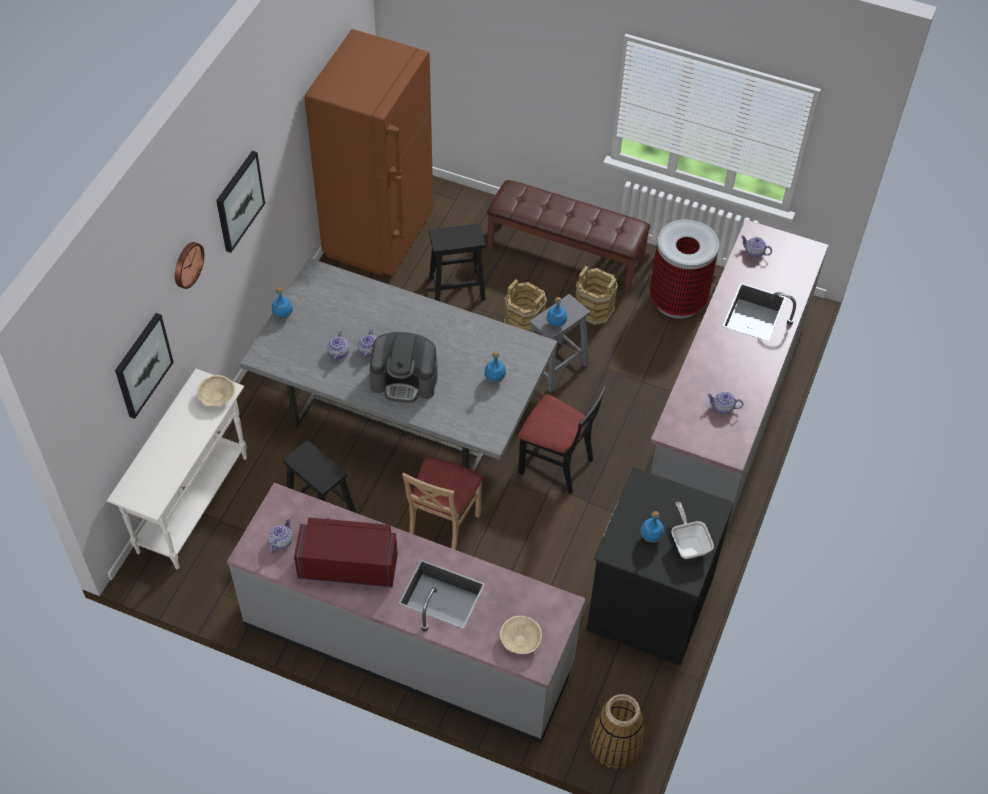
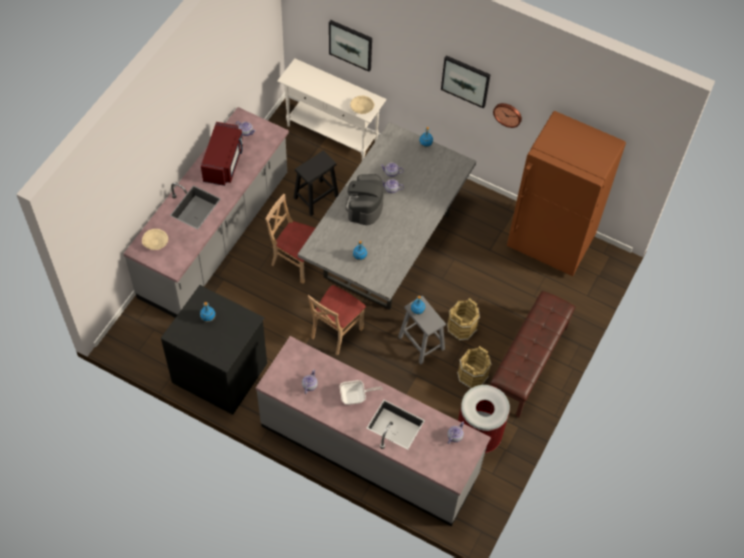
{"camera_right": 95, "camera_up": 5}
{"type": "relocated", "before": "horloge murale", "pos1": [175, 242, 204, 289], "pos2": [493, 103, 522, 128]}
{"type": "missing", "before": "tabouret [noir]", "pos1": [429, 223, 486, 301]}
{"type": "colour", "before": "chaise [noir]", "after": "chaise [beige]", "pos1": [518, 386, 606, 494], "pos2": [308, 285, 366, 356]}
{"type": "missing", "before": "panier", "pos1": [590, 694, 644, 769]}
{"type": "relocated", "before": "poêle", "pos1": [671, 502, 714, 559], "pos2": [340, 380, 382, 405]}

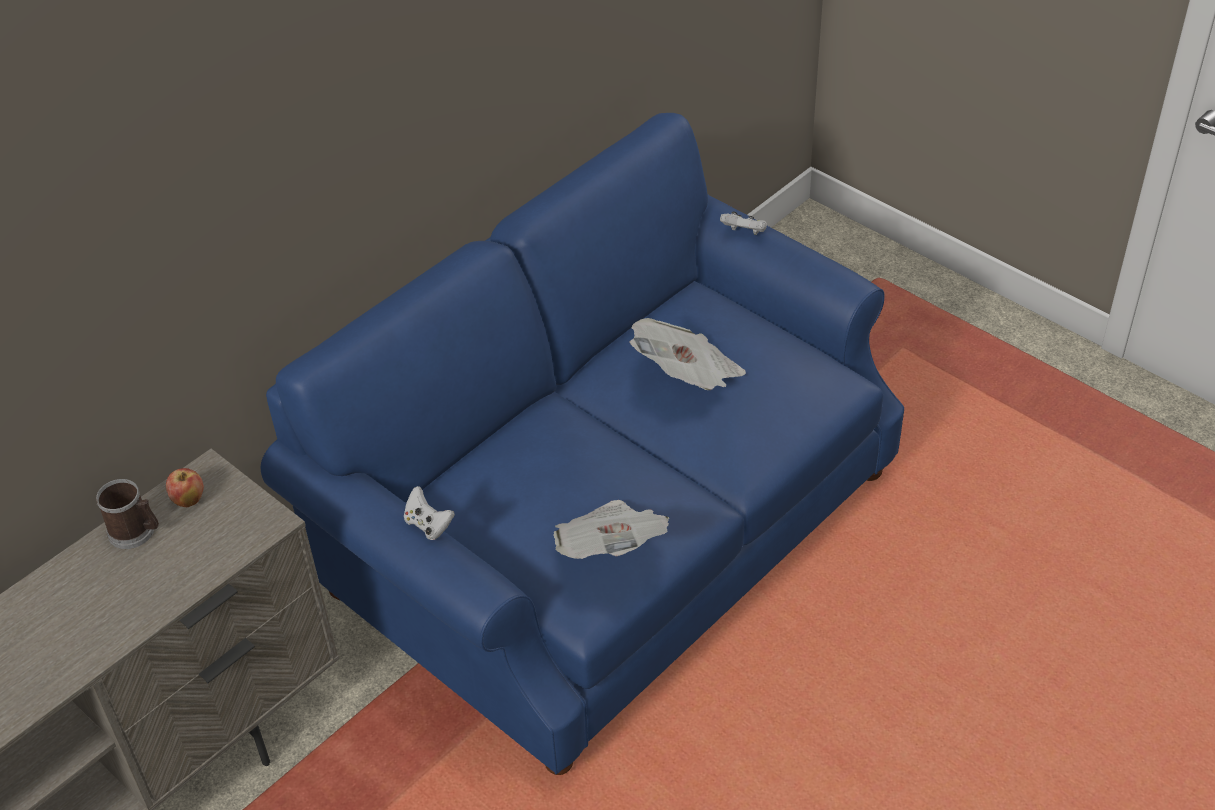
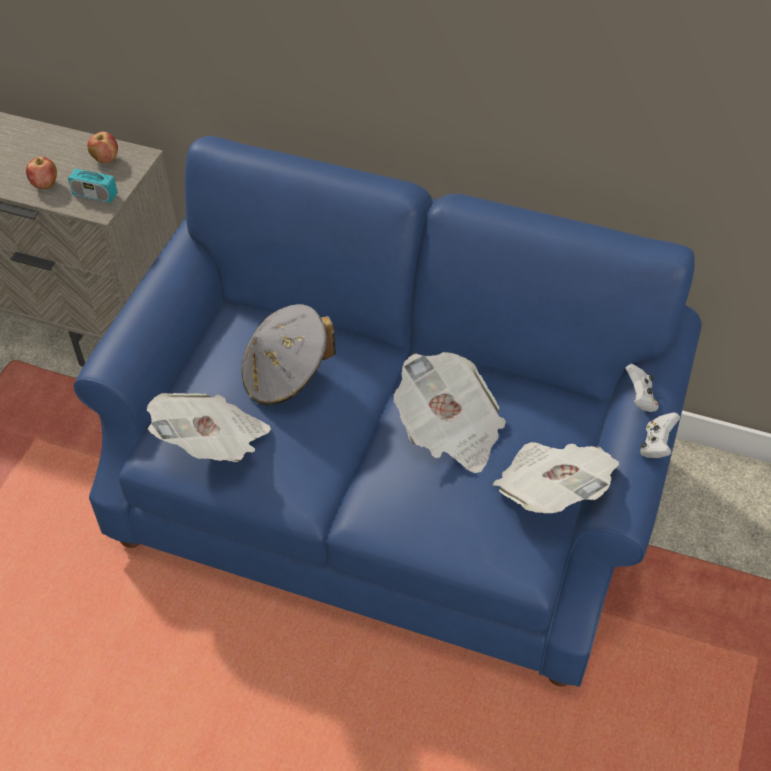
{"camera_right": 65, "camera_up": 5}
{"type": "missing", "before": "mug", "pos1": [96, 479, 159, 549]}
{"type": "relocated", "before": "manette [blanc]", "pos1": [404, 486, 455, 540], "pos2": [640, 412, 680, 458]}
{"type": "appeared", "after": "pomme", "pos2": [26, 157, 57, 189]}
{"type": "appeared", "after": "radio", "pos2": [68, 141, 118, 203]}
{"type": "appeared", "after": "chapeau [gris]", "pos2": [242, 304, 336, 405]}
{"type": "appeared", "after": "journal", "pos2": [493, 442, 619, 513]}

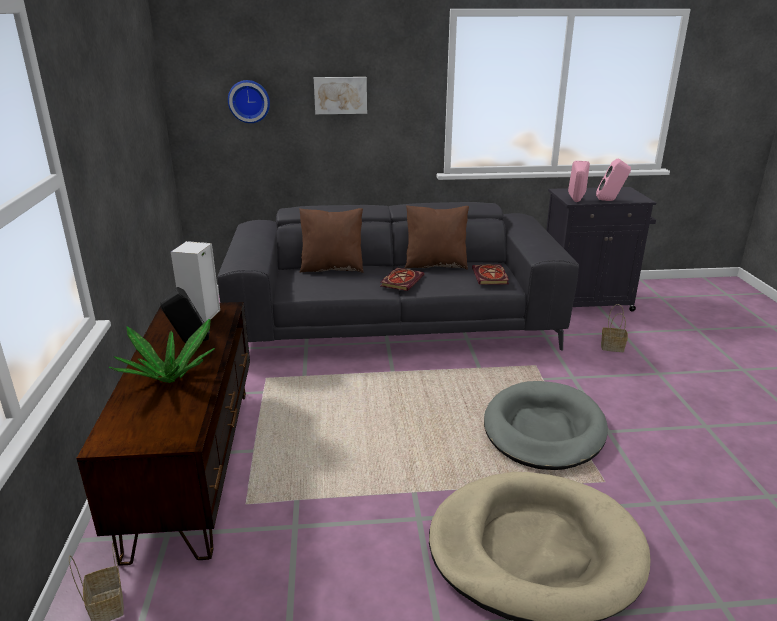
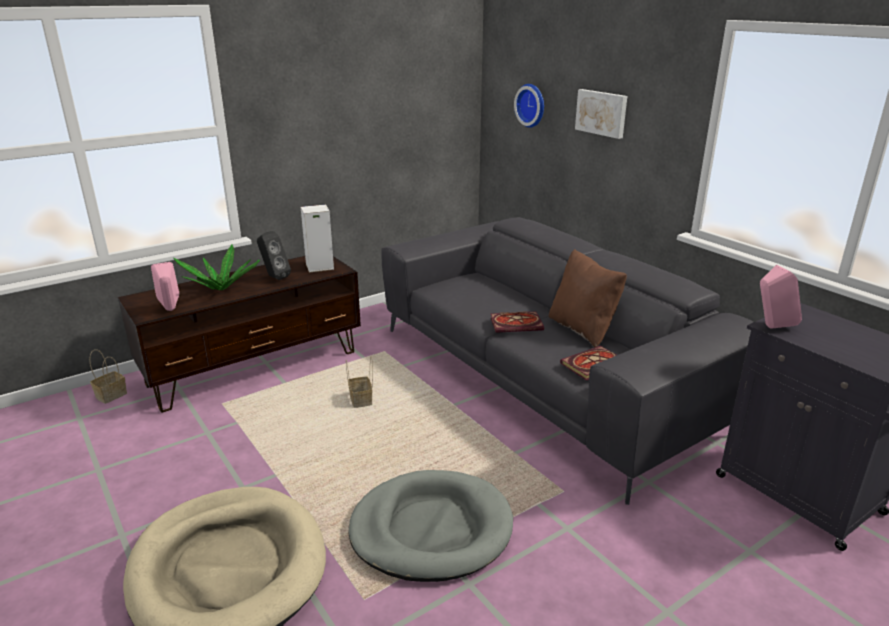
{"camera_right": 60, "camera_up": 0}
{"type": "missing", "before": "coussin [marron]", "pos1": [299, 208, 364, 273]}
{"type": "relocated", "before": "enceinte [rose]", "pos1": [596, 159, 631, 201], "pos2": [151, 262, 179, 311]}
{"type": "relocated", "before": "panier", "pos1": [601, 304, 628, 352], "pos2": [346, 356, 373, 408]}

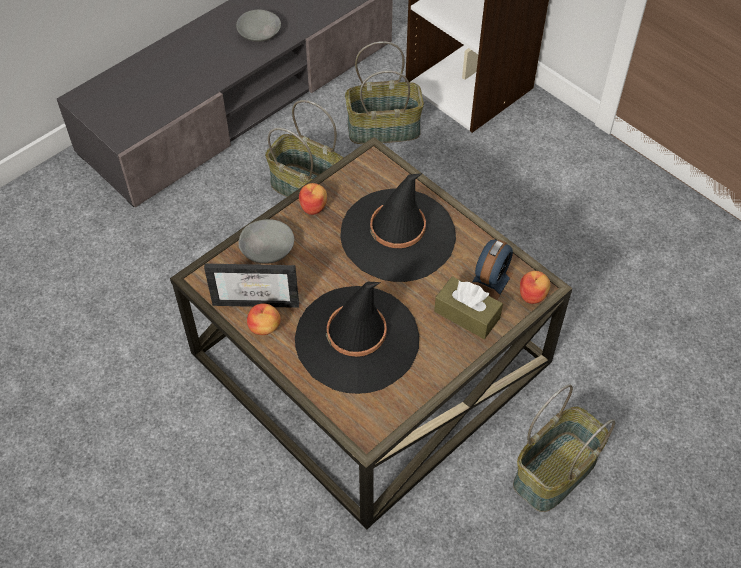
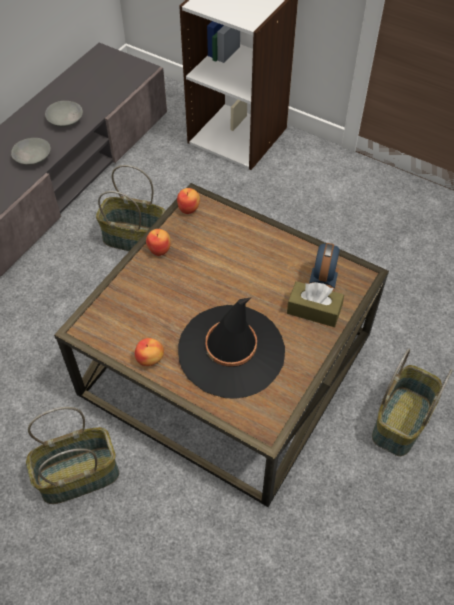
{"camera_right": -15, "camera_up": 0}
{"type": "missing", "before": "cadre photo", "pos1": [204, 263, 299, 308]}
{"type": "relocated", "before": "bol [gris]", "pos1": [238, 219, 294, 264], "pos2": [11, 138, 51, 165]}
{"type": "missing", "before": "chapeau [noir]", "pos1": [340, 173, 456, 282]}
{"type": "relocated", "before": "panier", "pos1": [345, 41, 424, 144], "pos2": [26, 407, 119, 504]}
{"type": "relocated", "before": "pomme", "pos1": [520, 271, 550, 304], "pos2": [177, 188, 200, 214]}

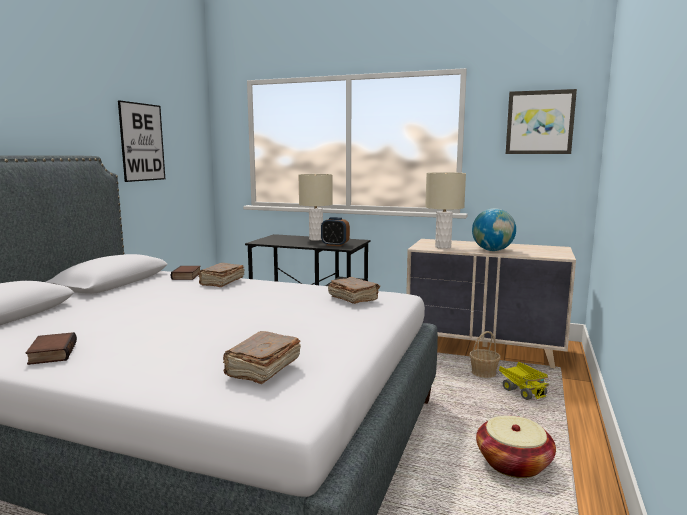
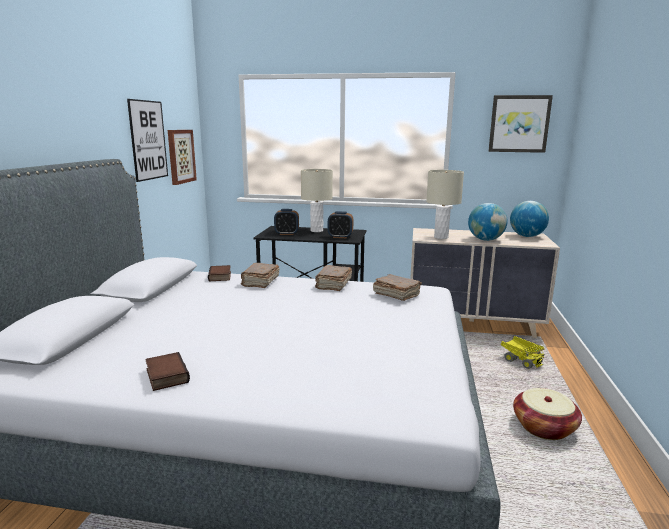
{"camera_right": -10, "camera_up": 5}
{"type": "relocated", "before": "livre [marron]", "pos1": [223, 331, 301, 384], "pos2": [315, 265, 352, 291]}
{"type": "missing", "before": "panier", "pos1": [469, 331, 501, 378]}
{"type": "appeared", "after": "tableau", "pos2": [168, 130, 197, 185]}
{"type": "appeared", "after": "réveil", "pos2": [274, 209, 299, 235]}
{"type": "appeared", "after": "globe", "pos2": [510, 201, 549, 237]}

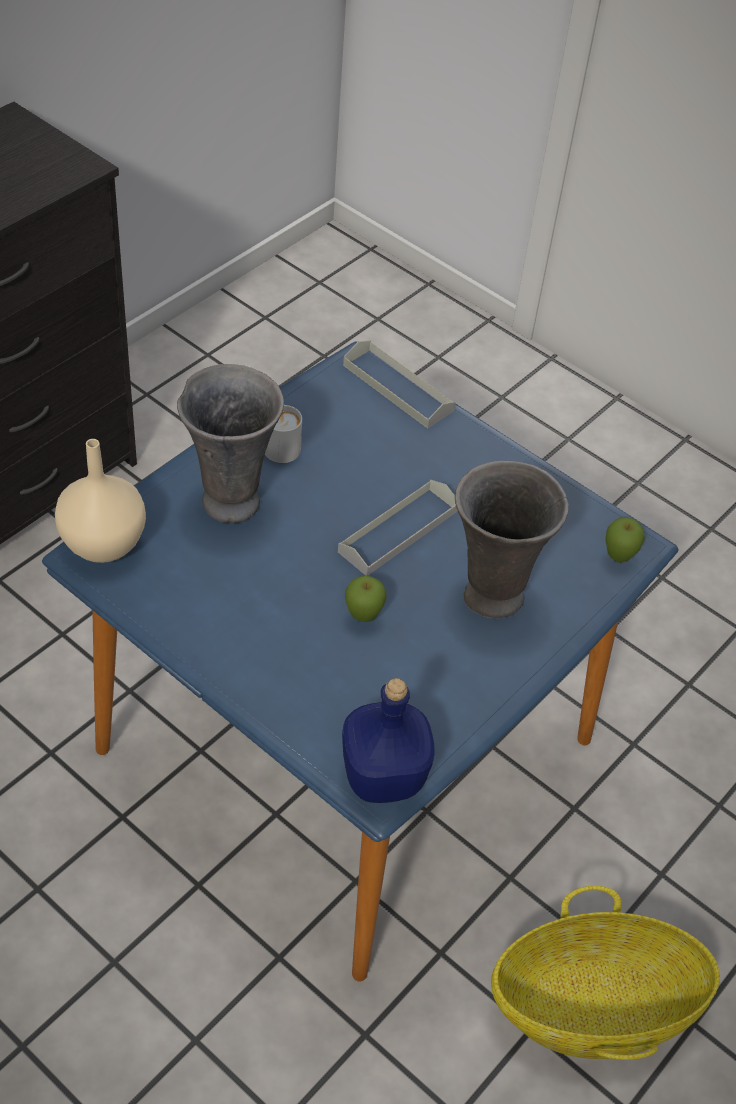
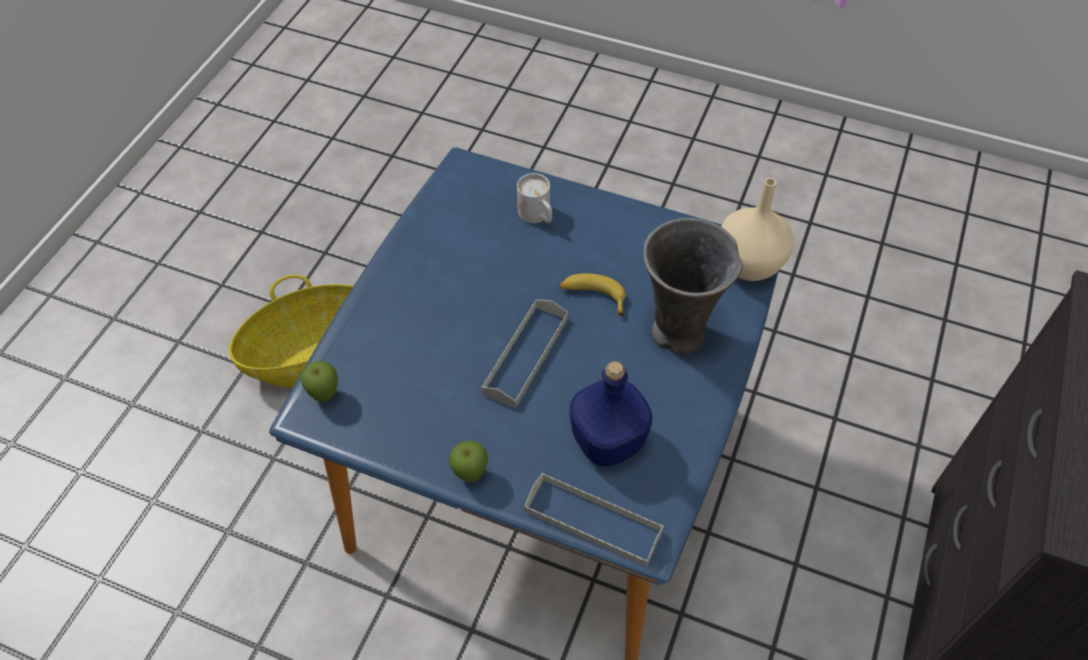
{"camera_right": 165, "camera_up": 5}
{"type": "relocated", "before": "mug [blanc]", "pos1": [265, 405, 302, 463], "pos2": [517, 173, 552, 223]}
{"type": "relocated", "before": "bouteille [bleu]", "pos1": [342, 678, 435, 803], "pos2": [569, 361, 653, 467]}
{"type": "relocated", "before": "pomme", "pos1": [345, 576, 387, 622], "pos2": [449, 441, 488, 482]}
{"type": "missing", "before": "vase [gris]", "pos1": [455, 461, 569, 618]}
{"type": "appeared", "after": "banane", "pos2": [559, 273, 626, 316]}

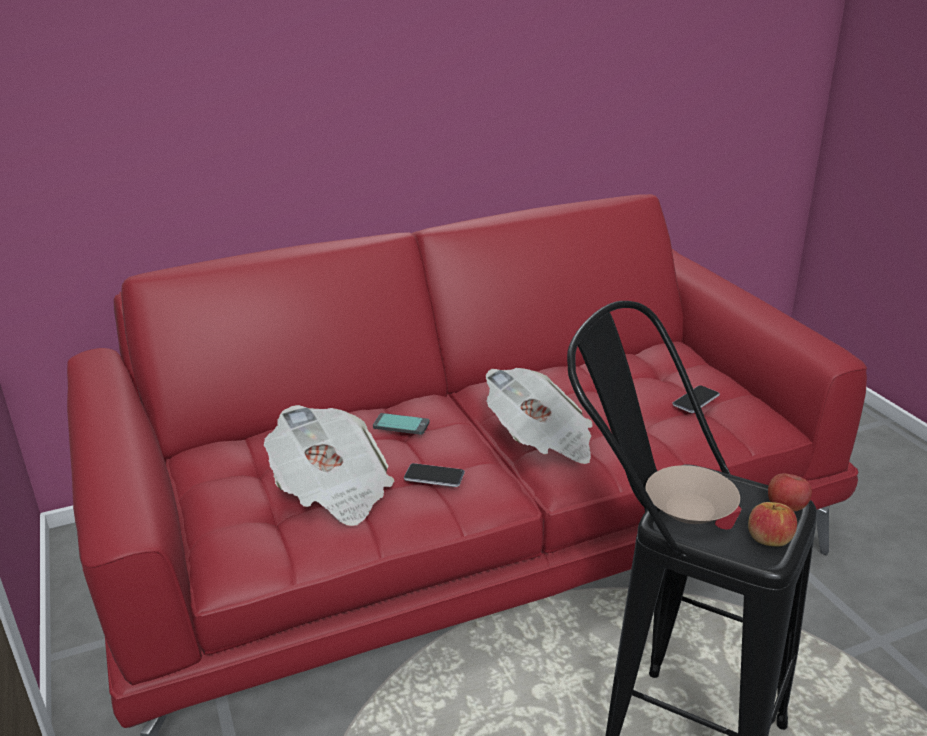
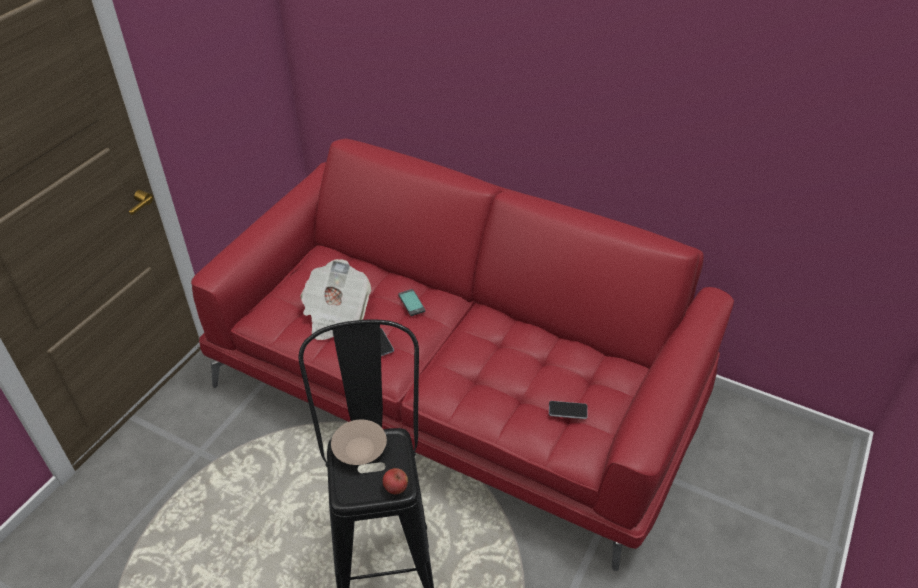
{"camera_right": 50, "camera_up": 15}
{"type": "missing", "before": "journal", "pos1": [486, 368, 593, 464]}
{"type": "missing", "before": "pomme", "pos1": [748, 502, 797, 547]}

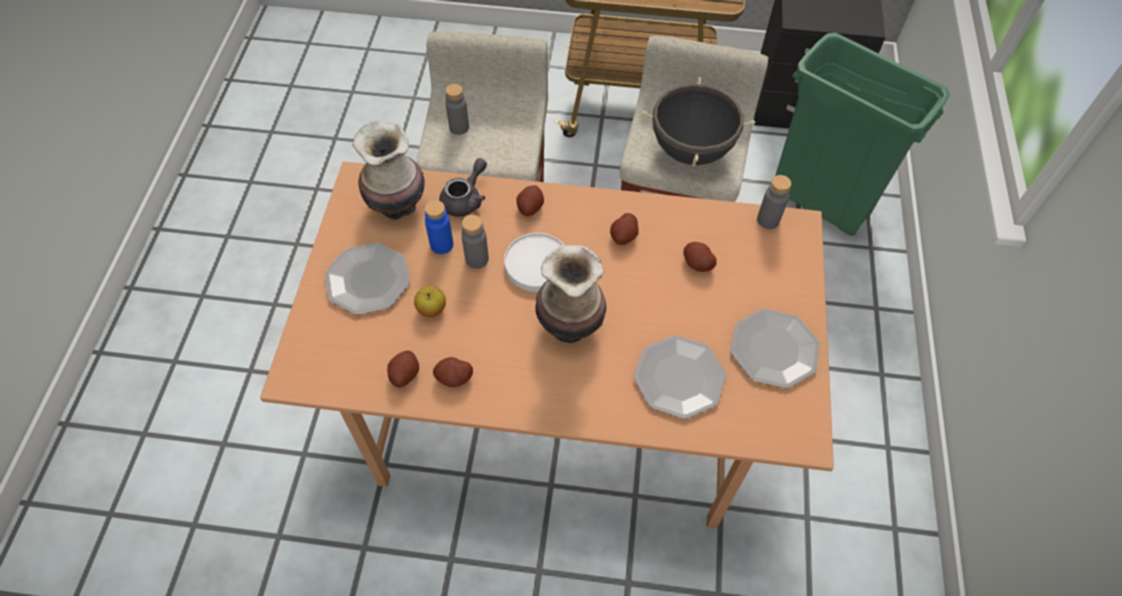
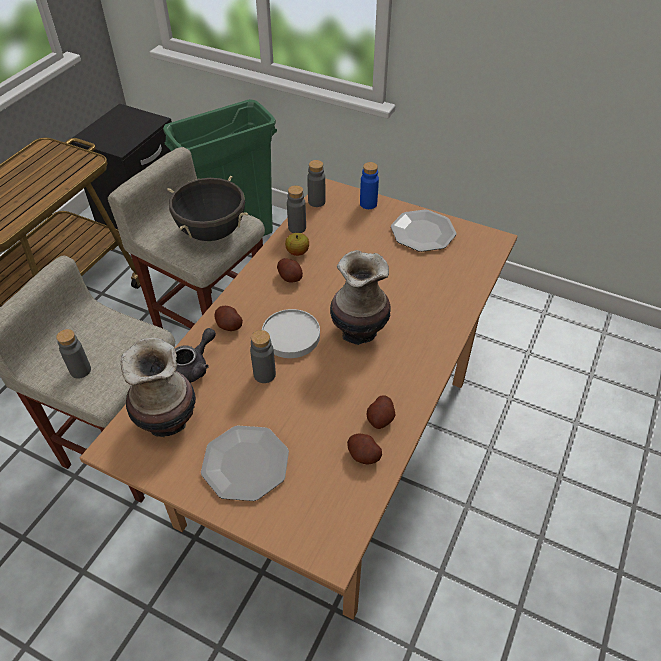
{"camera_right": -70, "camera_up": -10}
{"type": "relocated", "before": "pomme", "pos1": [414, 286, 446, 317], "pos2": [285, 233, 309, 256]}
{"type": "relocated", "before": "bouteille [bleu]", "pos1": [425, 200, 453, 254], "pos2": [360, 162, 379, 209]}
{"type": "spun", "before": "théière [gris]", "pos1": [439, 158, 487, 217], "pos2": [175, 328, 216, 383], "turn": 75}
{"type": "missing", "before": "assiette", "pos1": [634, 335, 726, 419]}
{"type": "missing", "before": "pomme de terre", "pos1": [684, 242, 717, 272]}
{"type": "appeared", "after": "bouteille [gris]", "pos2": [287, 185, 306, 233]}

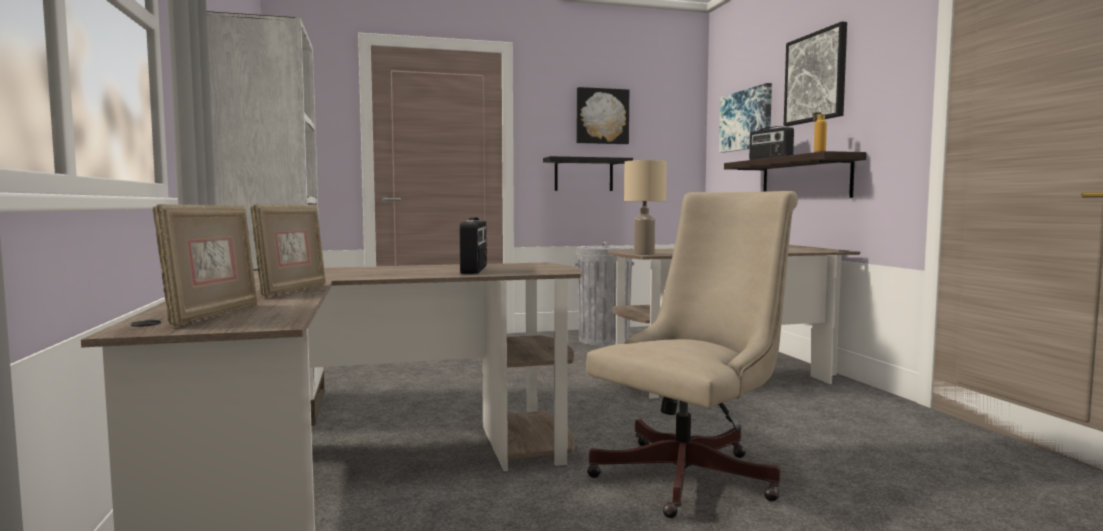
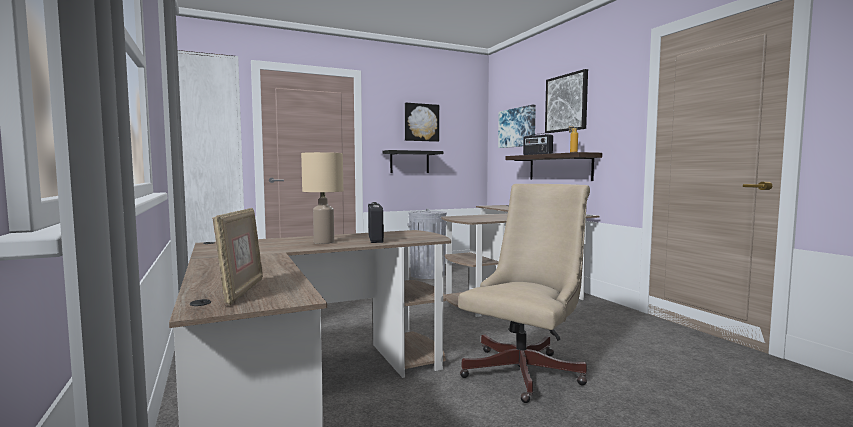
{"camera_right": -10, "camera_up": 0}
{"type": "missing", "before": "cadre photo", "pos1": [250, 204, 326, 297]}
{"type": "relocated", "before": "lampe de table [beige]", "pos1": [624, 160, 667, 255], "pos2": [301, 152, 343, 244]}

